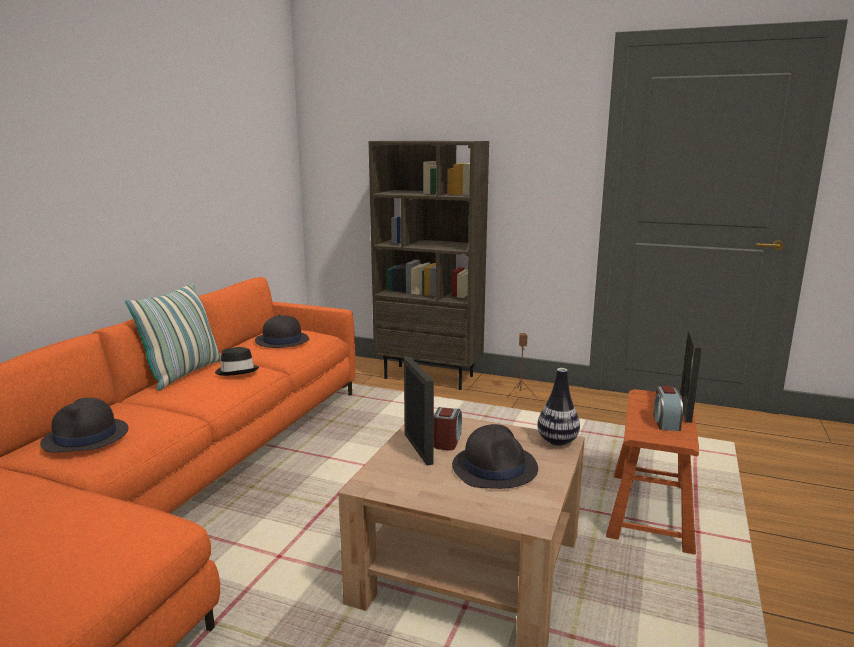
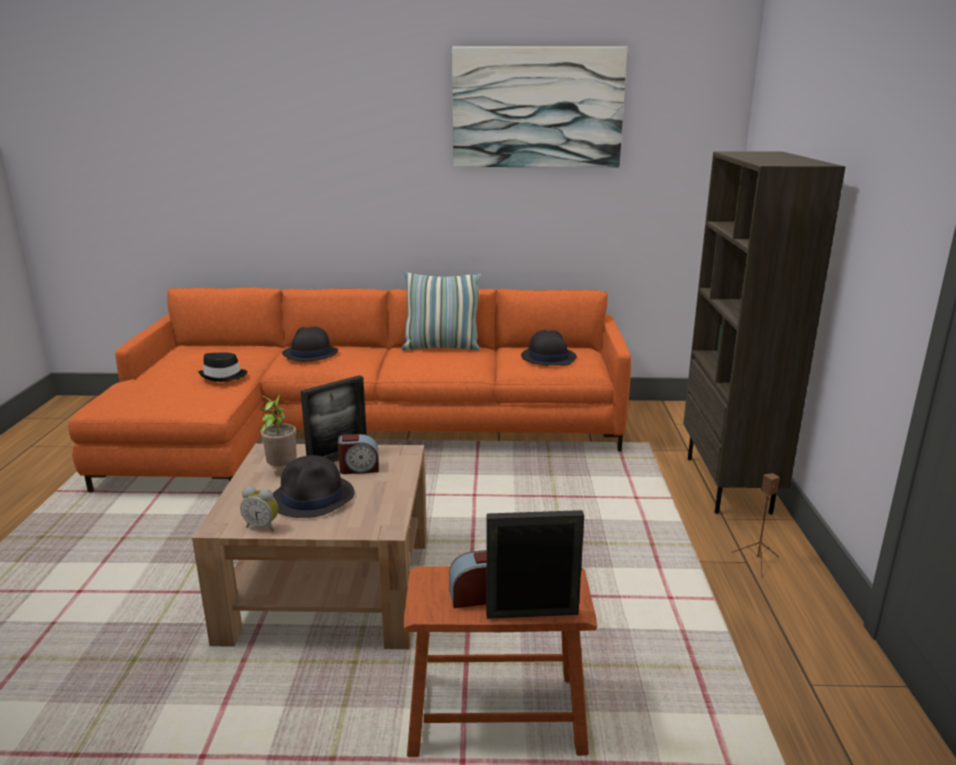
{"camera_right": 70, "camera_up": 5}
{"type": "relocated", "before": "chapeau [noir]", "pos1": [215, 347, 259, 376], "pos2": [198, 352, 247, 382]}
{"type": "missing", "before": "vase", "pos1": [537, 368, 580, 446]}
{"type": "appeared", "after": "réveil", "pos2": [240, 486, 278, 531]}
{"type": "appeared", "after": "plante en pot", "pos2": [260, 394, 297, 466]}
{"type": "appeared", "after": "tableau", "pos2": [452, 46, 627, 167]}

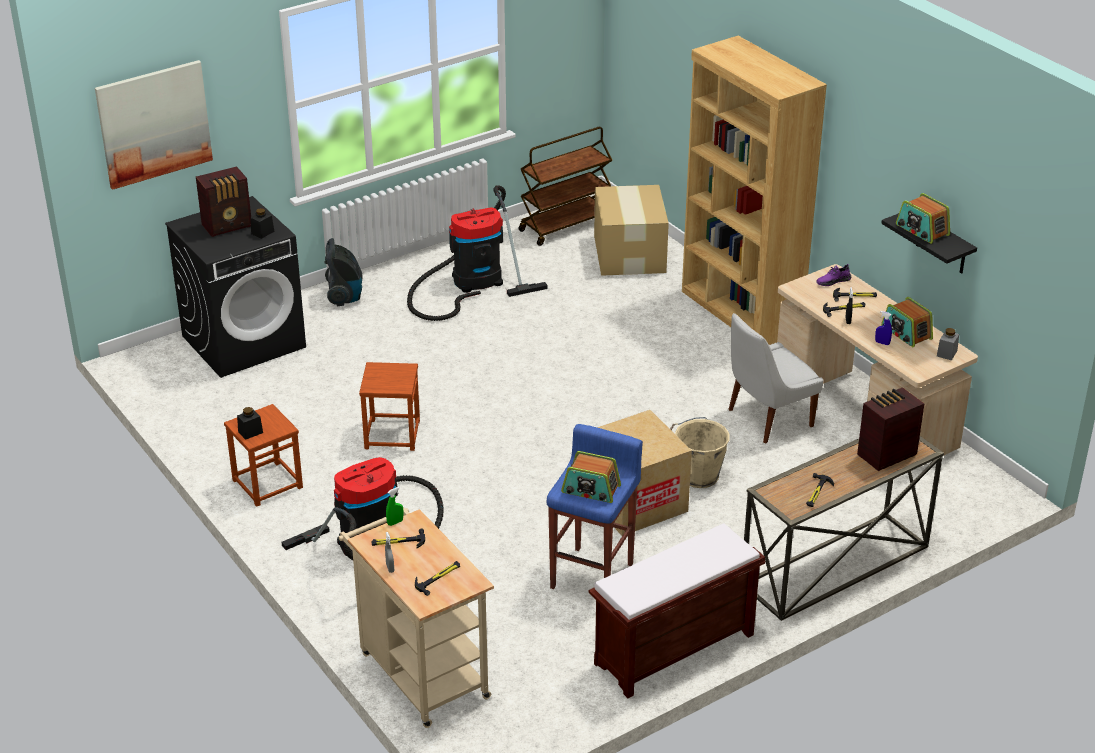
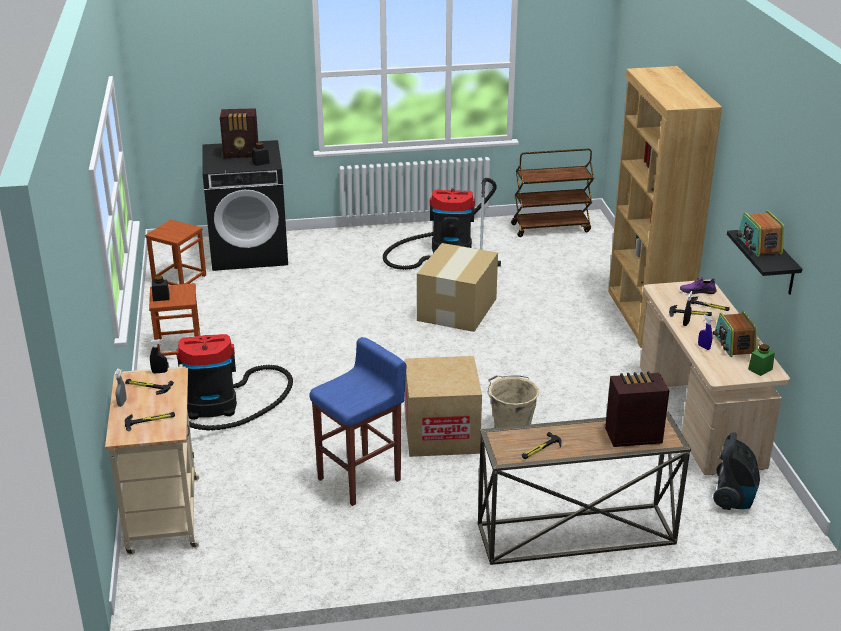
{"camera_right": 25, "camera_up": -5}
{"type": "missing", "before": "tableau", "pos1": [95, 60, 213, 190]}
{"type": "relocated", "before": "aspirateur", "pos1": [325, 238, 362, 306], "pos2": [713, 432, 760, 510]}
{"type": "relocated", "before": "tabouret [marron]", "pos1": [359, 362, 420, 451], "pos2": [145, 220, 206, 285]}
{"type": "colour", "before": "vaporisateur [vert]", "after": "vaporisateur [noir]", "pos1": [386, 487, 404, 526], "pos2": [150, 339, 168, 374]}
{"type": "missing", "before": "radio", "pos1": [561, 451, 621, 503]}
{"type": "missing", "before": "banc [marron]", "pos1": [589, 523, 765, 698]}
{"type": "relocated", "before": "carton", "pos1": [594, 185, 669, 276], "pos2": [417, 243, 498, 332]}
{"type": "missing", "before": "chaise [blanc]", "pos1": [729, 313, 824, 443]}
{"type": "colour", "before": "bocal [gris]", "after": "bocal [vert]", "pos1": [937, 328, 959, 361], "pos2": [748, 344, 775, 376]}

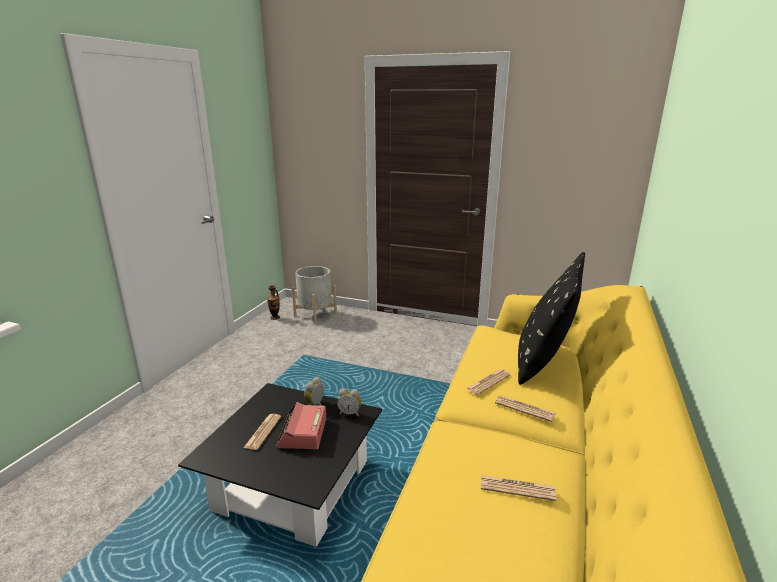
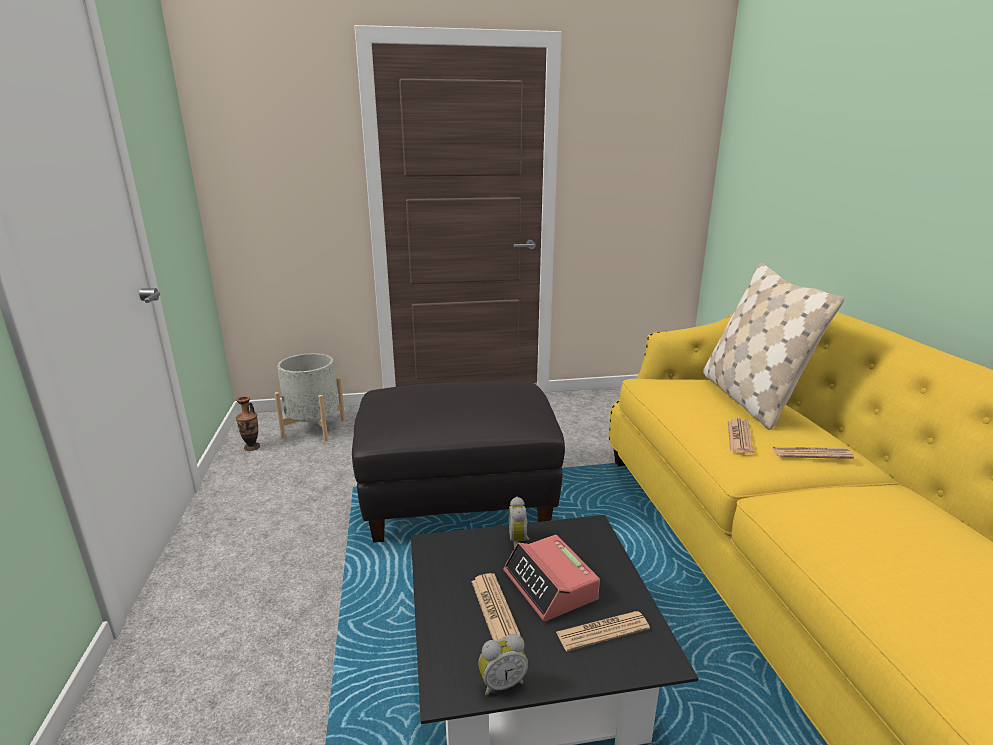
{"camera_right": -30, "camera_up": 0}
{"type": "relocated", "before": "réveil", "pos1": [337, 388, 361, 417], "pos2": [478, 634, 528, 696]}
{"type": "relocated", "before": "journal", "pos1": [481, 475, 556, 501], "pos2": [556, 611, 650, 651]}
{"type": "colour", "before": "coussin [noir]", "after": "coussin [beige]", "pos1": [518, 252, 585, 385], "pos2": [703, 263, 844, 430]}
{"type": "appeared", "after": "pouf [noir]", "pos2": [352, 381, 565, 543]}

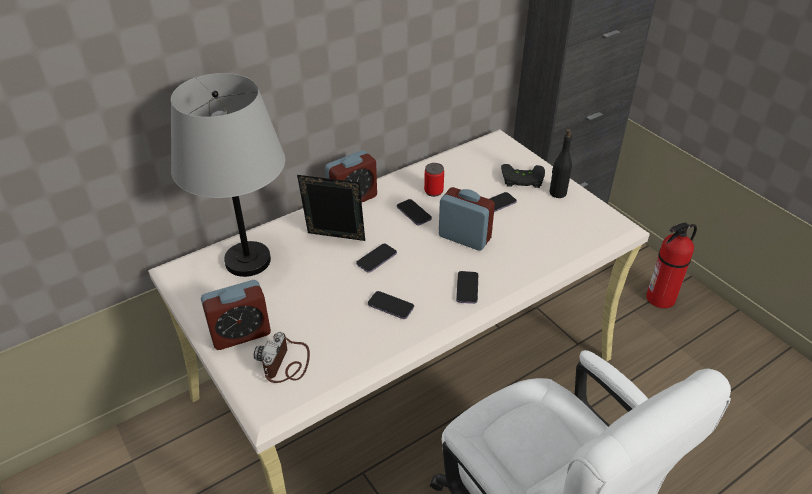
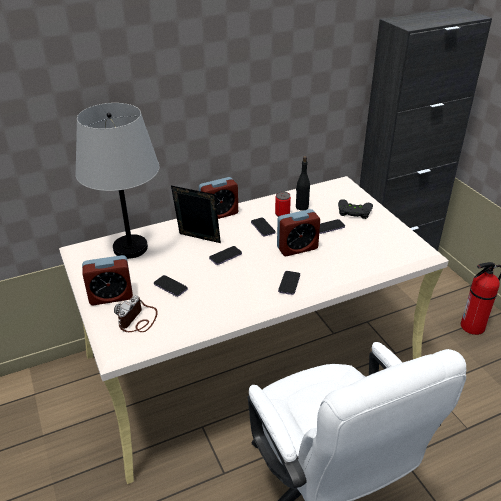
{"camera_right": 10, "camera_up": -5}
{"type": "relocated", "before": "téléphone", "pos1": [368, 291, 414, 319], "pos2": [154, 275, 188, 297]}
{"type": "spun", "before": "réveil", "pos1": [439, 187, 495, 251], "pos2": [277, 209, 320, 256], "turn": 120}
{"type": "relocated", "before": "bouteille [noir]", "pos1": [549, 129, 572, 198], "pos2": [296, 156, 310, 211]}

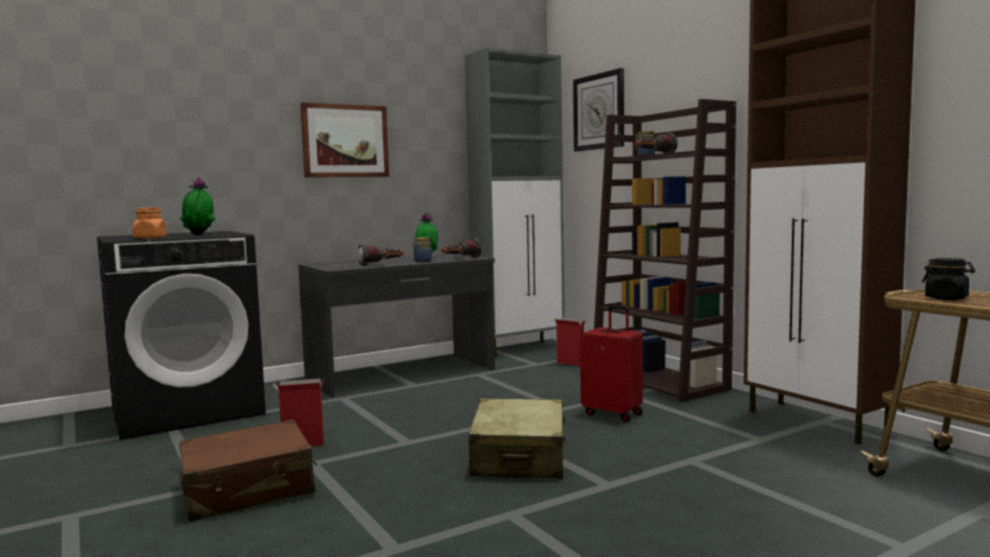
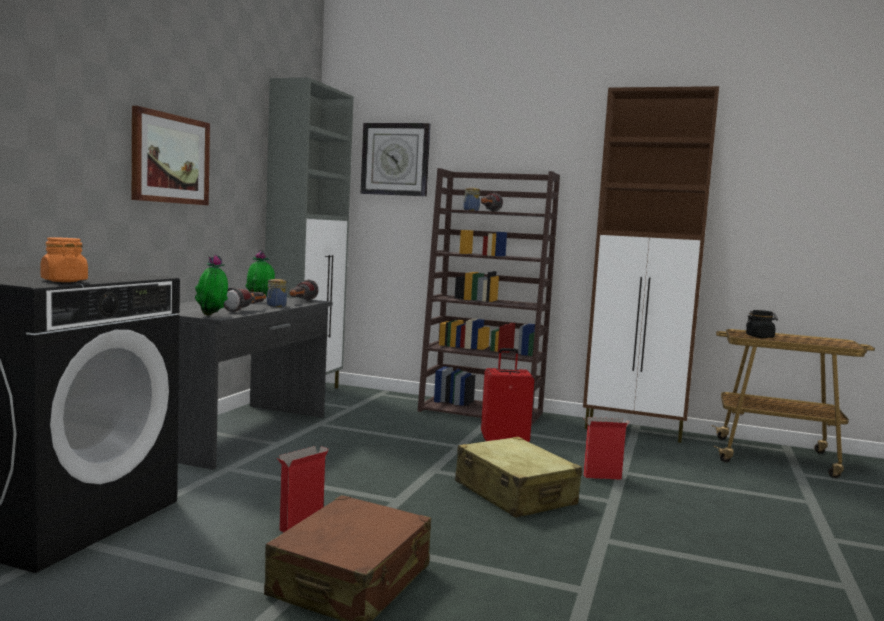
{"camera_right": -40, "camera_up": 0}
{"type": "relocated", "before": "plante en pot", "pos1": [180, 177, 216, 236], "pos2": [195, 254, 228, 316]}
{"type": "relocated", "before": "carton", "pos1": [554, 318, 586, 367], "pos2": [583, 417, 629, 480]}

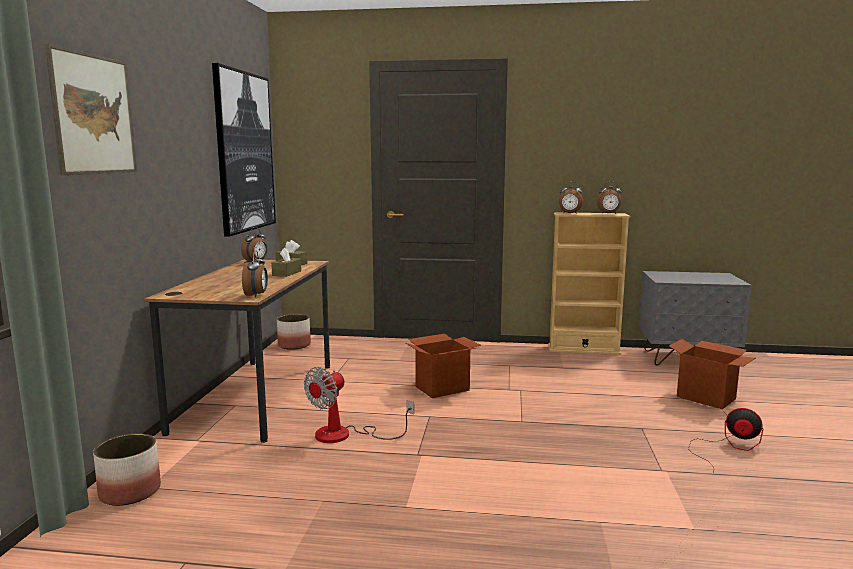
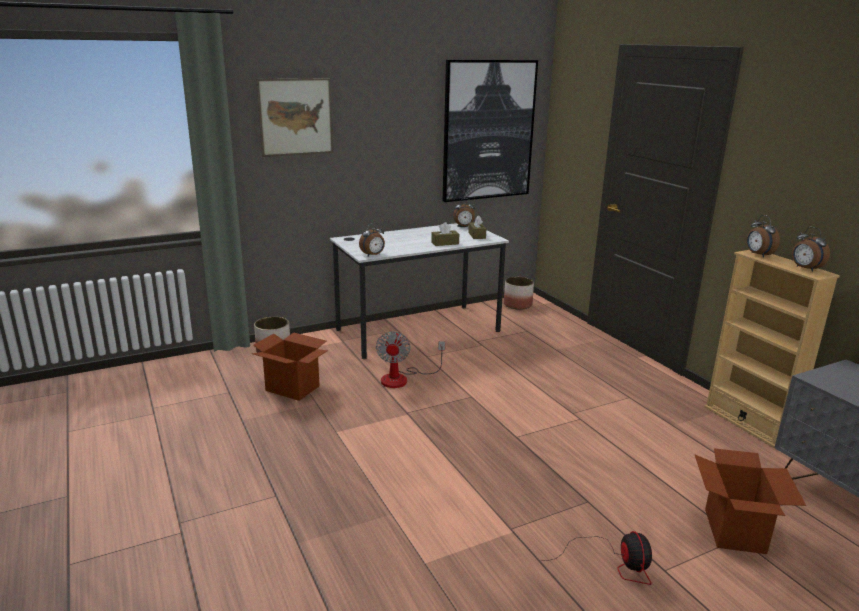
{"camera_right": 55, "camera_up": 10}
{"type": "colour", "before": "bureau [marron]", "after": "bureau [blanc]", "pos1": [144, 259, 330, 443], "pos2": [330, 223, 509, 359]}
{"type": "spun", "before": "ventilateur", "pos1": [304, 367, 414, 443], "pos2": [376, 331, 445, 388], "turn": -90}
{"type": "relocated", "before": "carton", "pos1": [405, 334, 481, 398], "pos2": [251, 332, 328, 401]}

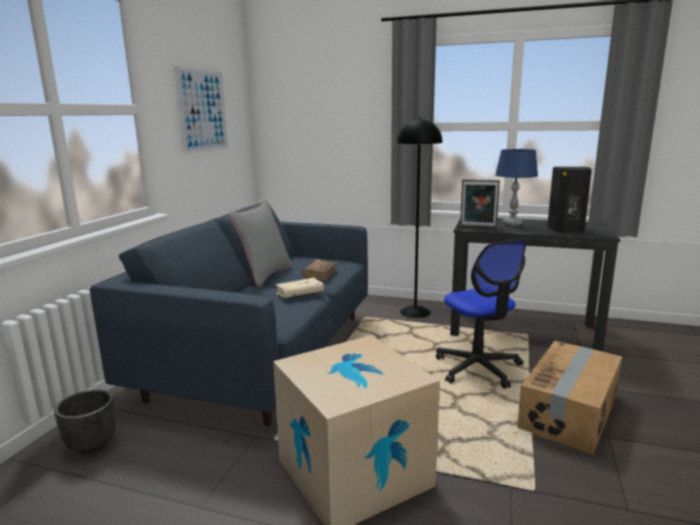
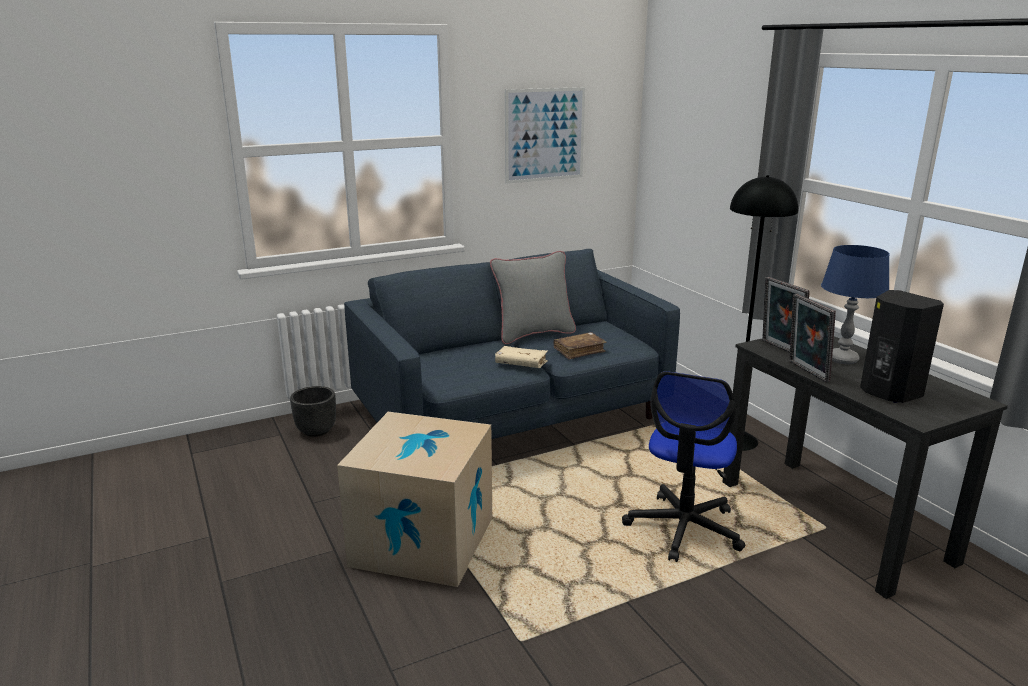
{"camera_right": 45, "camera_up": 5}
{"type": "missing", "before": "carton", "pos1": [517, 341, 622, 455]}
{"type": "appeared", "after": "cadre photo", "pos2": [789, 294, 836, 383]}

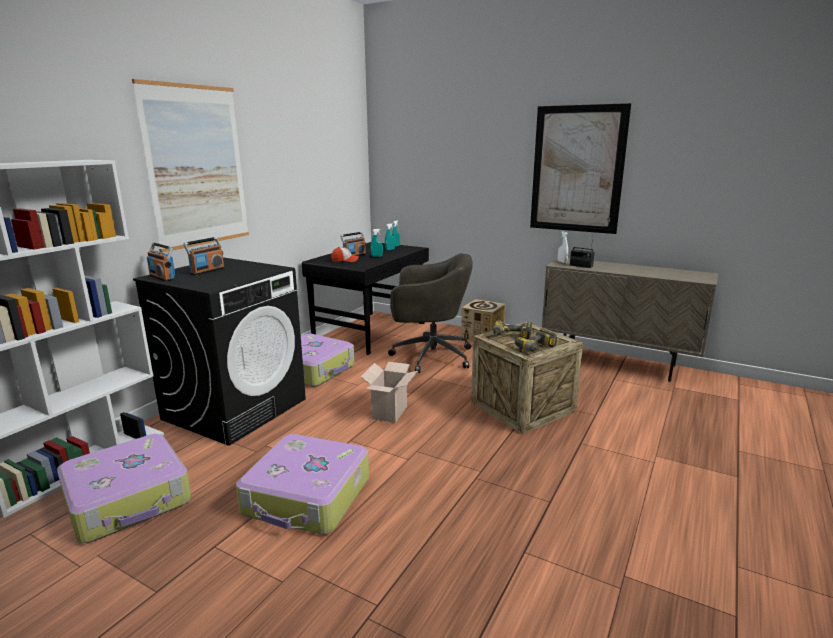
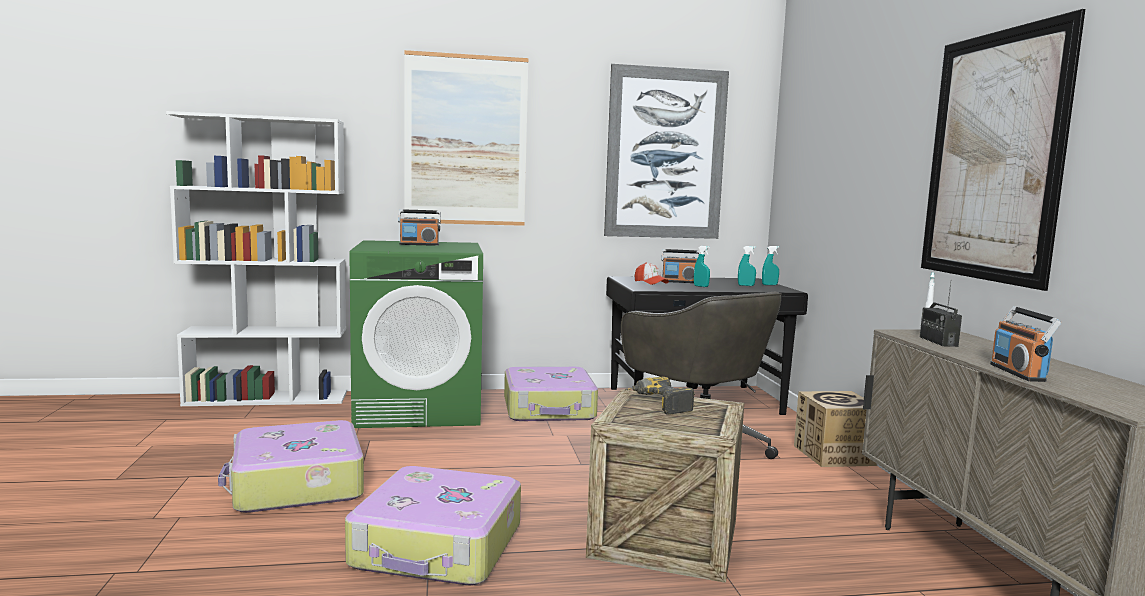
{"camera_right": 50, "camera_up": -10}
{"type": "relocated", "before": "valise", "pos1": [57, 434, 192, 543], "pos2": [345, 466, 521, 585]}
{"type": "colour", "before": "lave-linge [noir]", "after": "lave-linge [vert]", "pos1": [133, 257, 306, 446], "pos2": [349, 240, 483, 428]}
{"type": "relocated", "before": "radio", "pos1": [147, 243, 175, 282], "pos2": [990, 306, 1061, 382]}
{"type": "missing", "before": "carton", "pos1": [361, 362, 417, 423]}
{"type": "missing", "before": "perceuse", "pos1": [515, 329, 557, 352]}
{"type": "appeared", "after": "tableau", "pos2": [604, 64, 729, 239]}

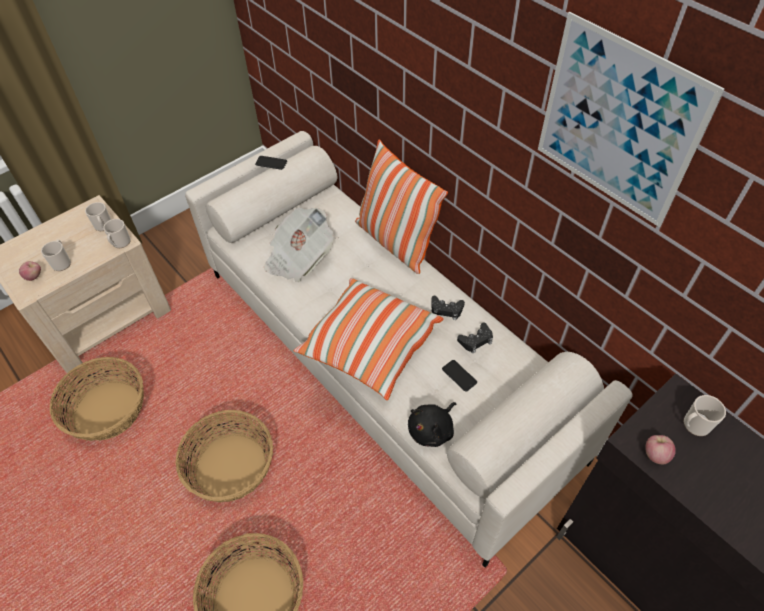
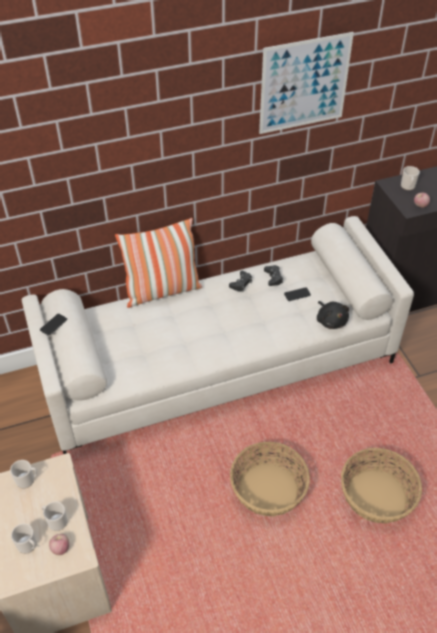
{"camera_right": -70, "camera_up": -5}
{"type": "missing", "before": "panier", "pos1": [50, 357, 144, 441]}
{"type": "relocated", "before": "mug", "pos1": [103, 219, 131, 248], "pos2": [11, 523, 37, 554]}
{"type": "missing", "before": "journal", "pos1": [264, 208, 334, 282]}
{"type": "missing", "before": "coussin", "pos1": [294, 278, 444, 400]}

